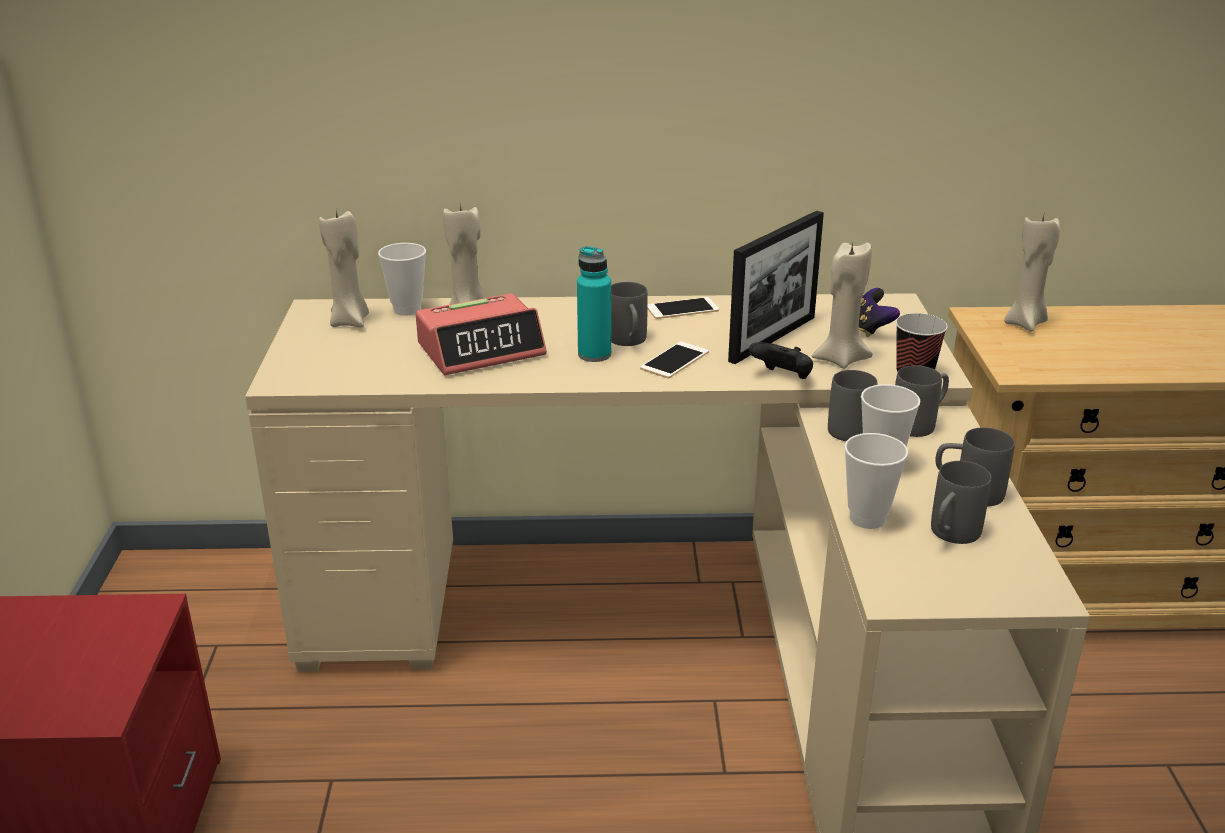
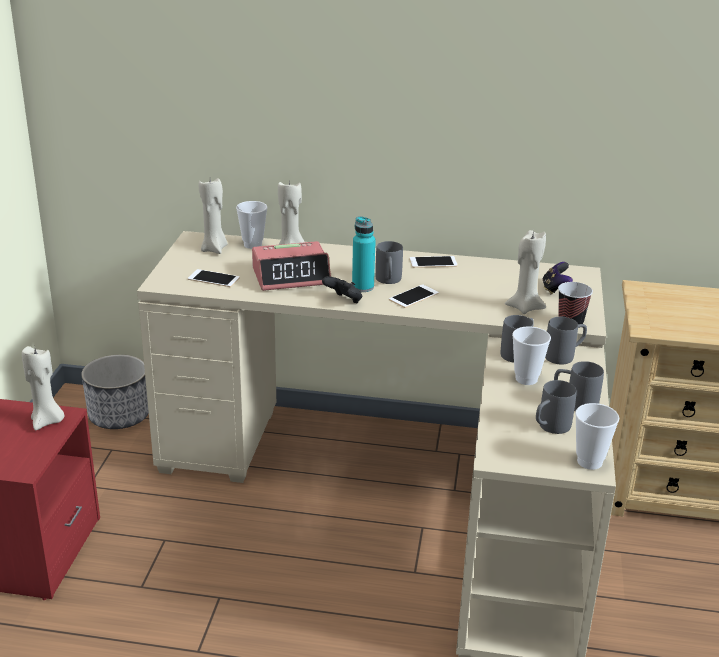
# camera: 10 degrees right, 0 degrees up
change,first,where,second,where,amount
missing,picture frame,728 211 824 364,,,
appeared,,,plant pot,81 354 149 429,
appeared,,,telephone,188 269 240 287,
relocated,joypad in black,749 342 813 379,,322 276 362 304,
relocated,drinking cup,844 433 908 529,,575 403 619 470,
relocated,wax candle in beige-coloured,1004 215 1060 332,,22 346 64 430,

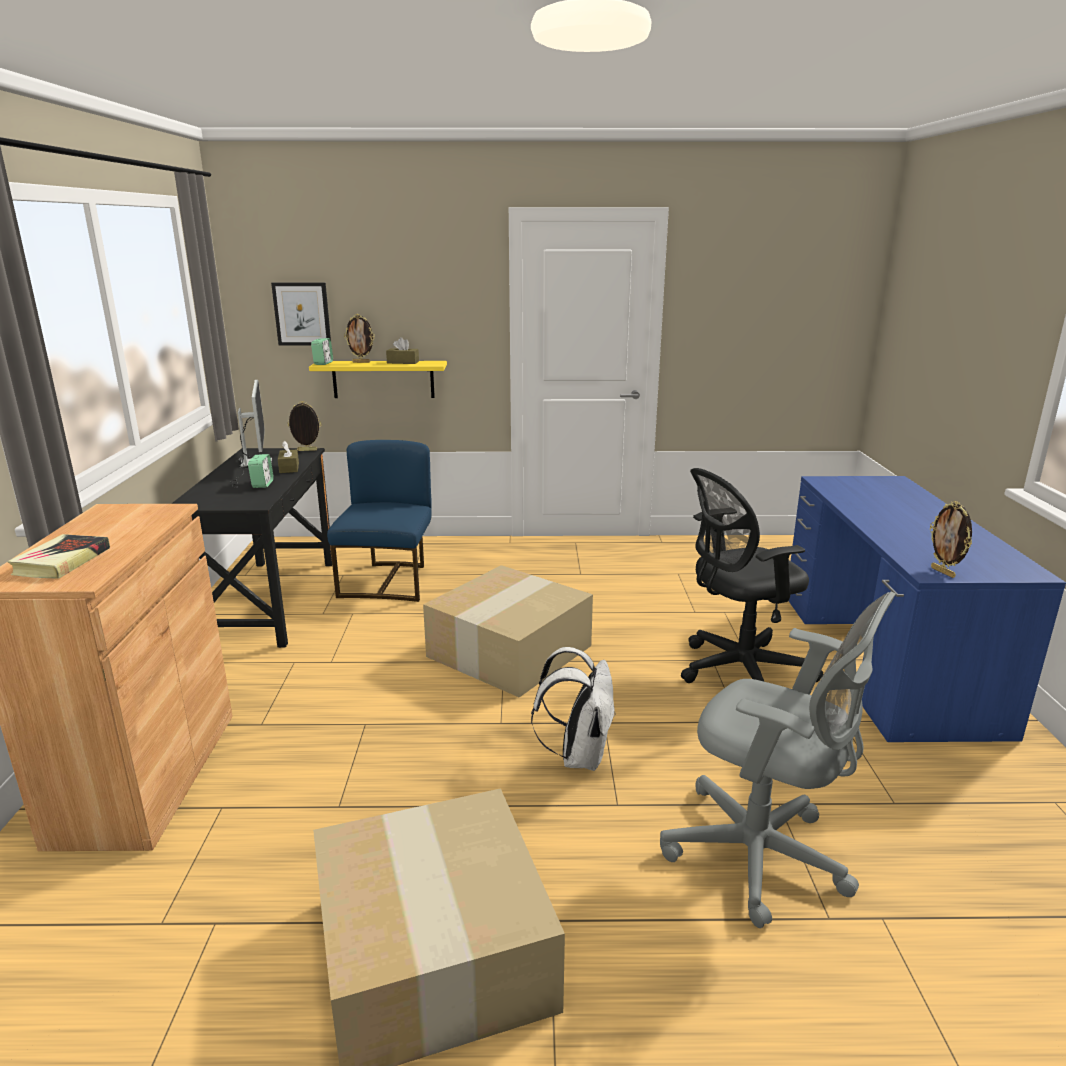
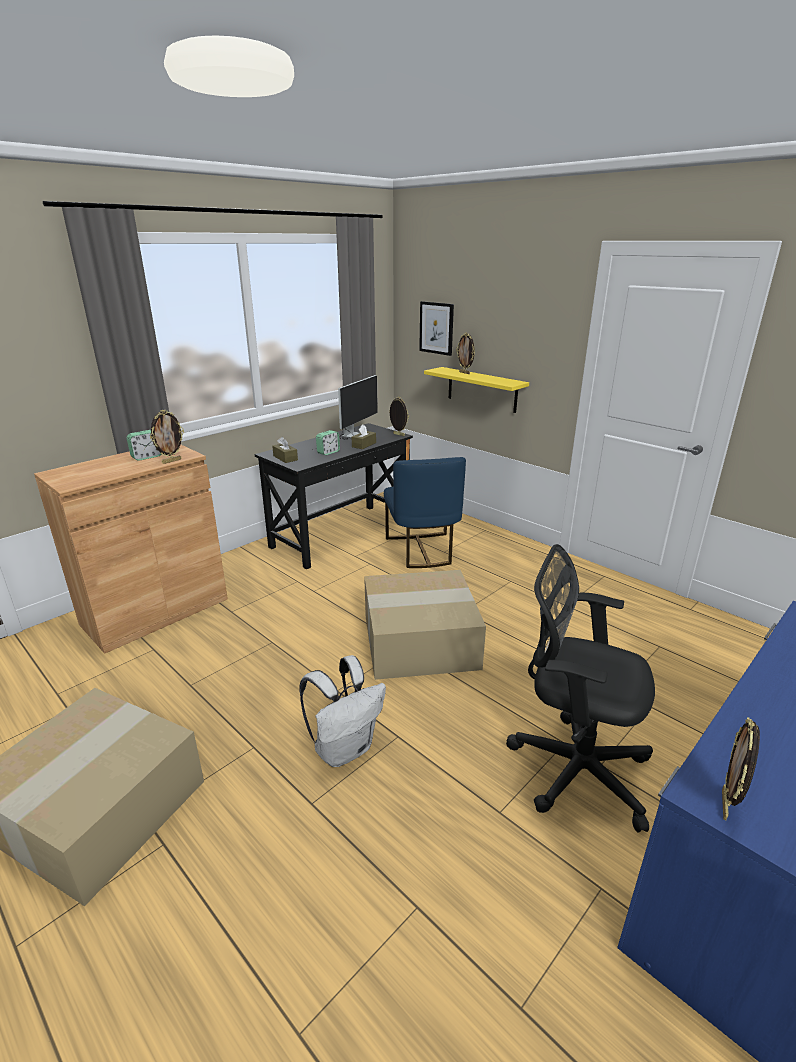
# camera: 45 degrees right, 5 degrees up
change,first,where,second,where,amount
missing,book,7 534 110 579,,,
missing,office chair in grey,660 592 895 928,,,
appeared,,,picture frame,150 410 184 464,
relocated,bedside clock,311 338 333 365,,127 430 161 461,
relocated,tissue box in brown,386 337 419 364,,272 437 298 463,
spun,chair in blue-coloured,327 440 432 602,,384 457 466 568,120 degrees clockwise

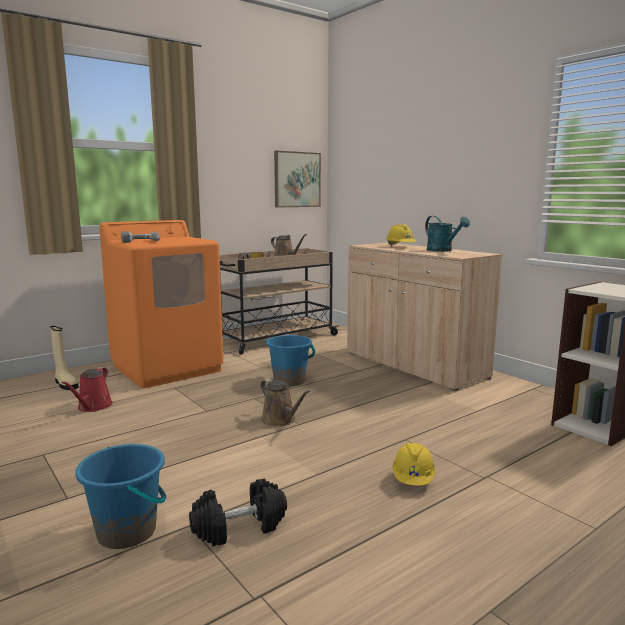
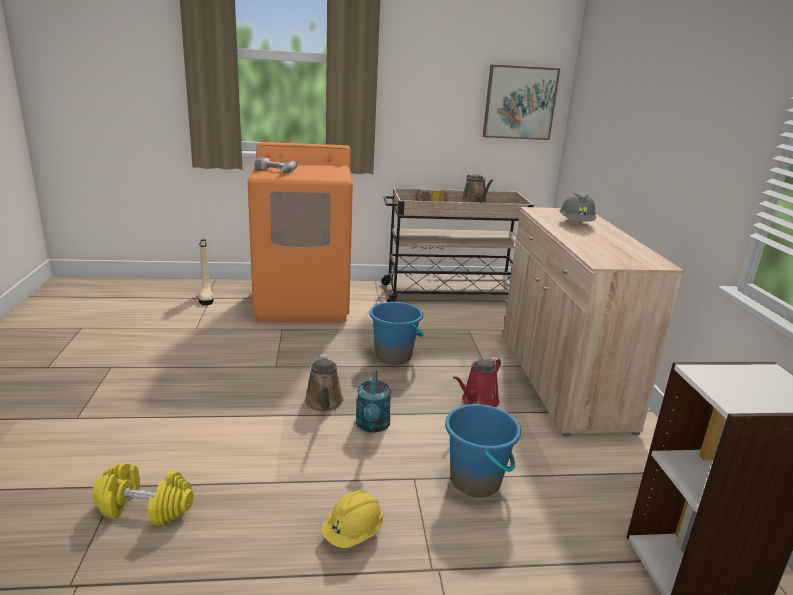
# camera: 30 degrees right, 10 degrees up
change,first,where,second,where,amount
relocated,sprinkling can in reddish,62 367 113 412,,453 357 501 407,
relocated,bucket in blue-coloured,75 444 166 549,,445 403 521 497,
relocated,sprinkling can in blue-green,425 216 470 252,,356 371 391 433,
colour,dumbbell in black,189 479 287 547,dumbbell in yellow,93 463 194 526,
colour,work helmet in yellow,386 224 416 246,work helmet in grey,560 192 596 222,

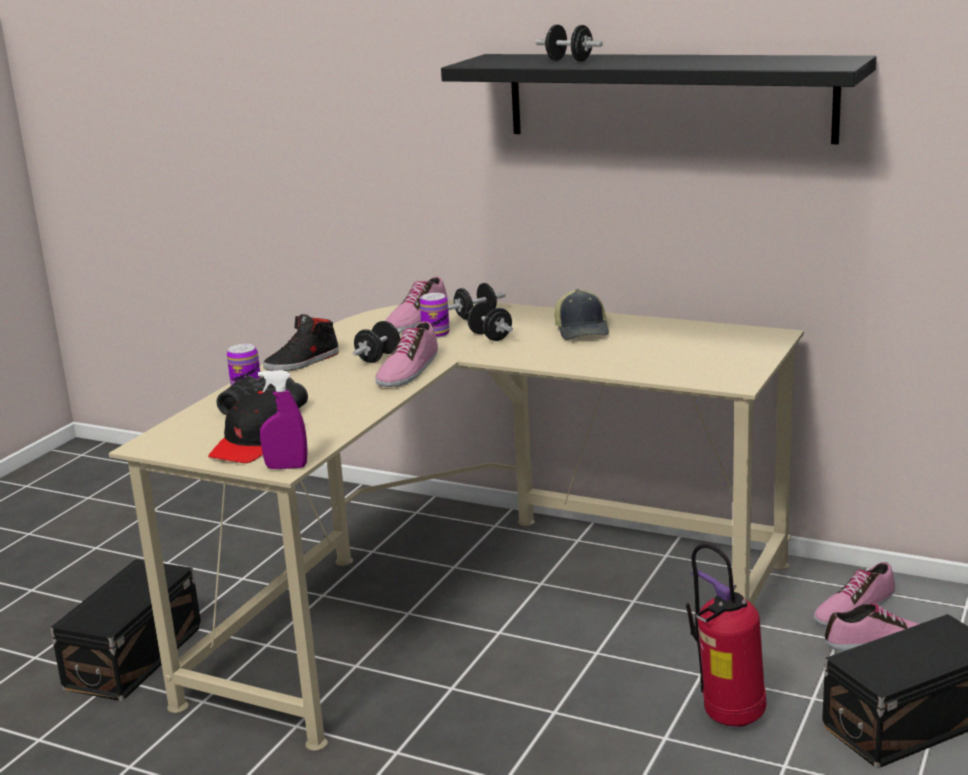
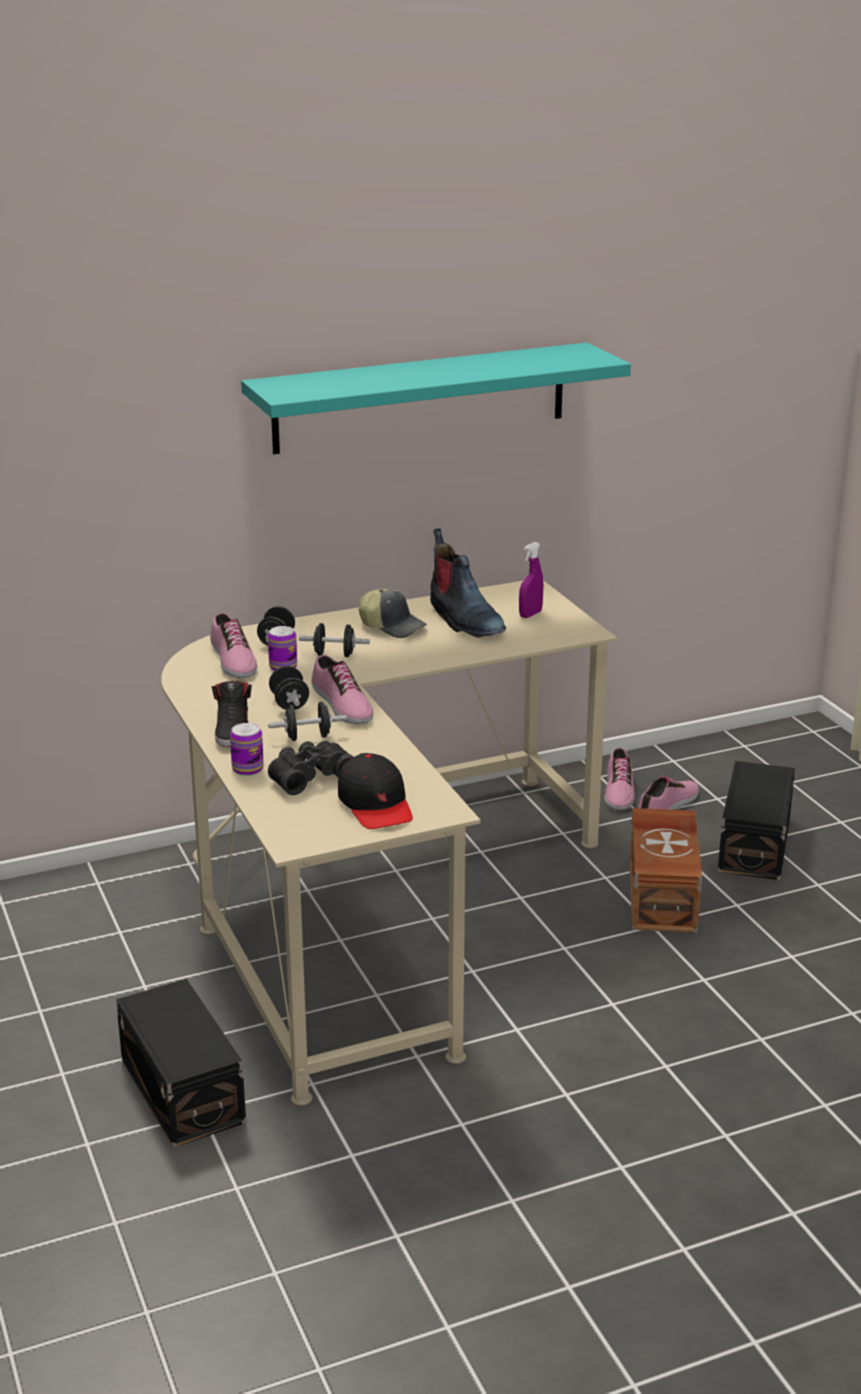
# camera: 50 degrees left, 5 degrees up
change,first,where,second,where,amount
appeared,,,boot,430 528 506 638,
relocated,spray bottle in purplish,258 370 308 469,,519 542 544 618,
relocated,dumbbell in black,535 24 603 62,,268 702 347 741,
exchanged,fire extinguisher,686 544 766 727,storage box in brown,629 808 702 933,
colour,wall shelf in black,441 54 876 144,wall shelf in blue-green,241 343 631 454,

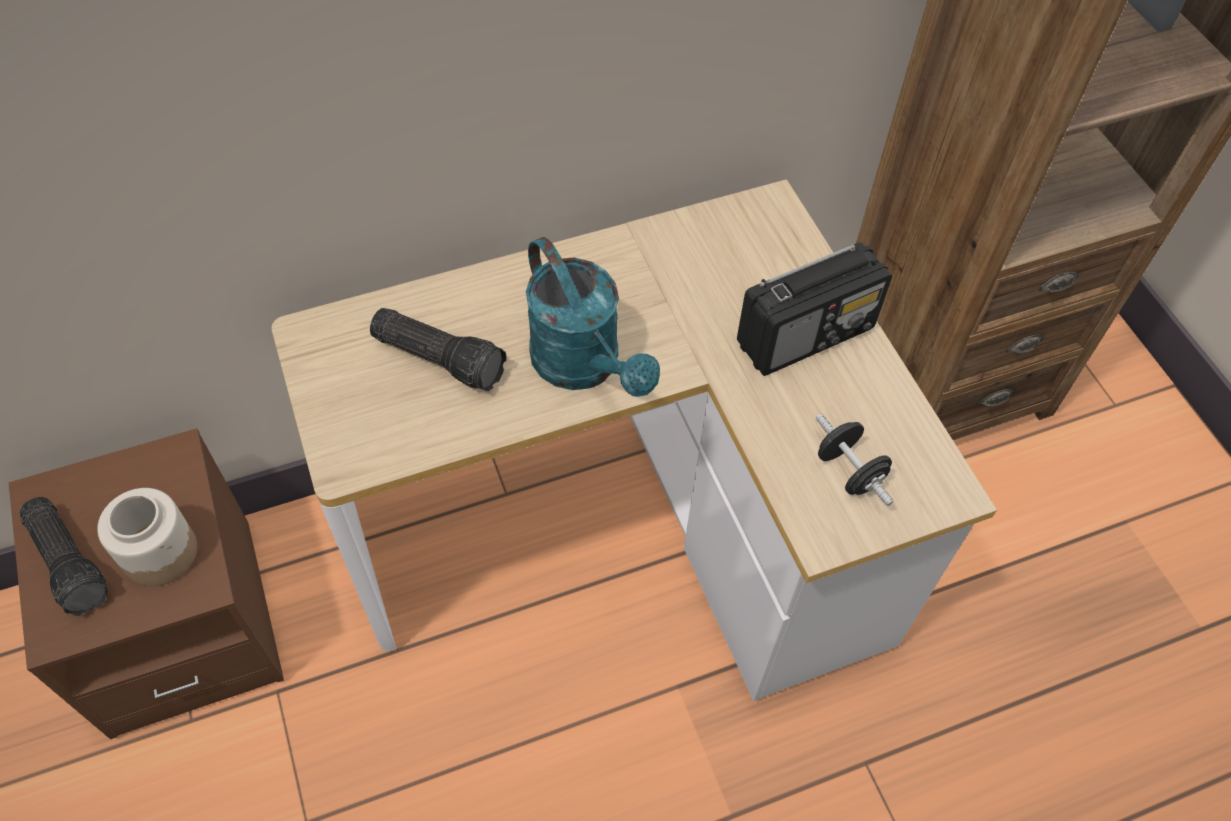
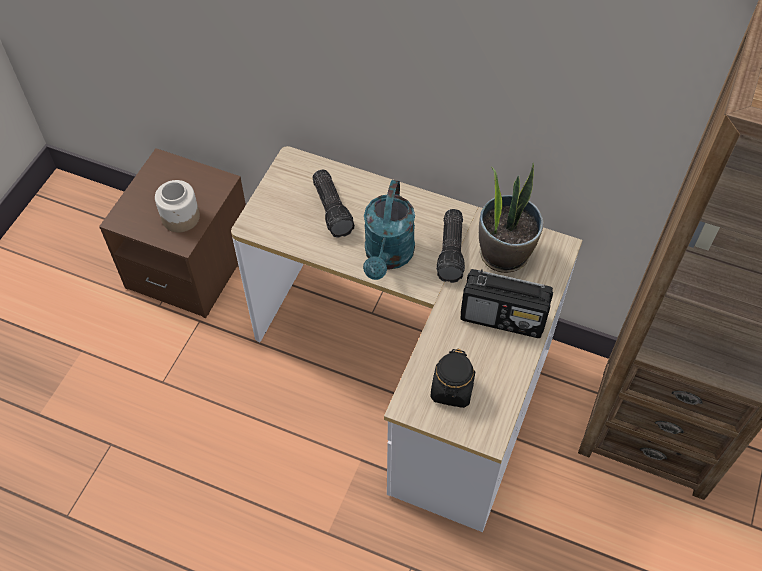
# camera: 45 degrees right, 0 degrees up
change,first,where,second,where,amount
appeared,,,plant in a pot,479 163 543 273,
relocated,torch,19 497 109 616,,436 209 465 283,
exchanged,dumbbell in black,816 414 893 506,storage jar in black,430 349 475 408,

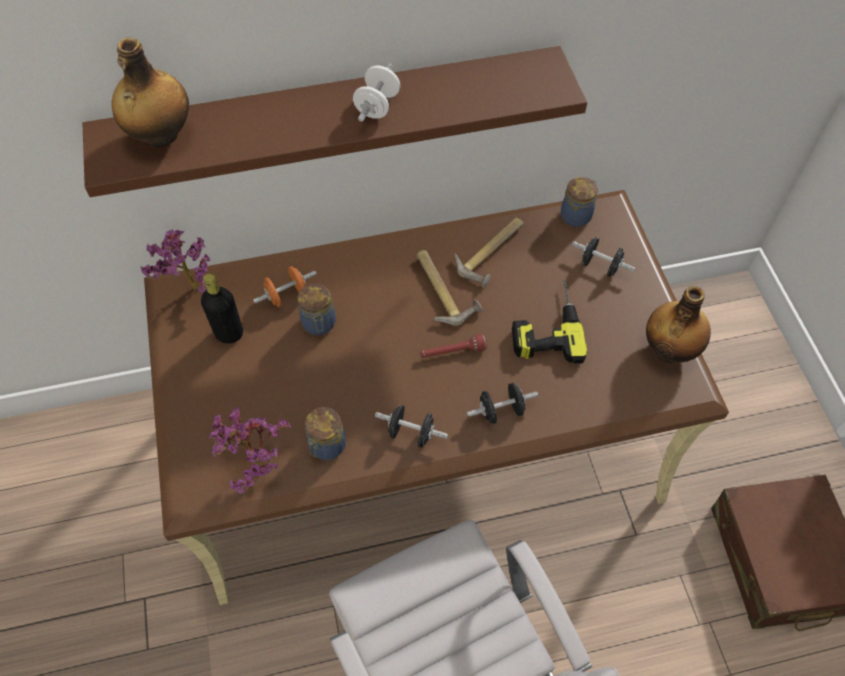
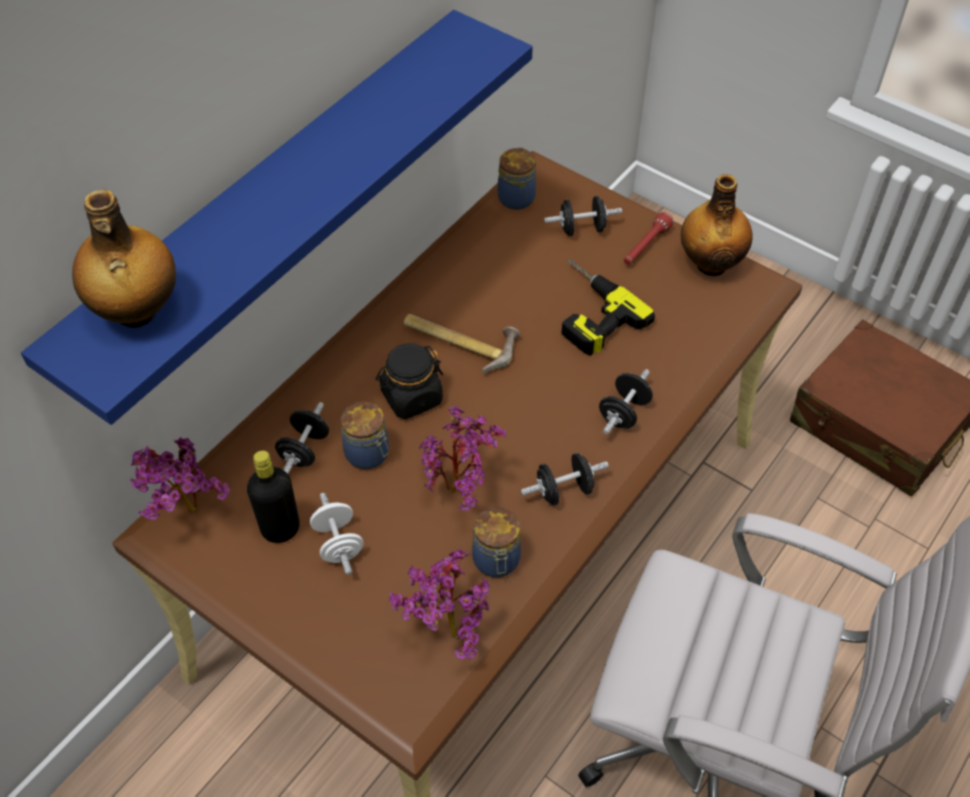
# camera: 40 degrees left, 5 degrees down
change,first,where,second,where,amount
missing,hand hammer,454 218 523 288,,,
appeared,,,storage jar in black,376 343 443 419,
appeared,,,plant in a pot,419 406 506 510,
relocated,dumbbell in whitish,353 64 400 122,,310 493 363 575,
relocated,torch in reddish,420 334 487 358,,624 212 674 265,
colour,wall shelf in brown,82 46 587 197,wall shelf in blue-coloured,21 10 533 425,
colour,dumbbell in orange,253 266 317 307,dumbbell in black,275 402 329 474,

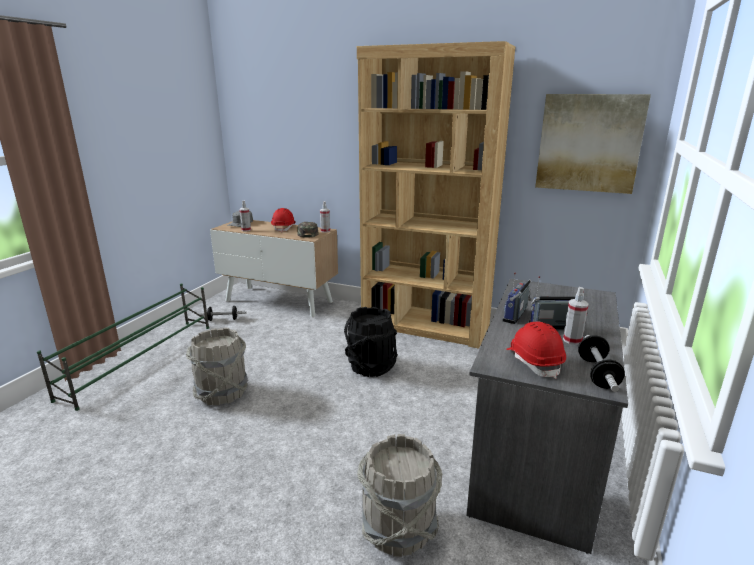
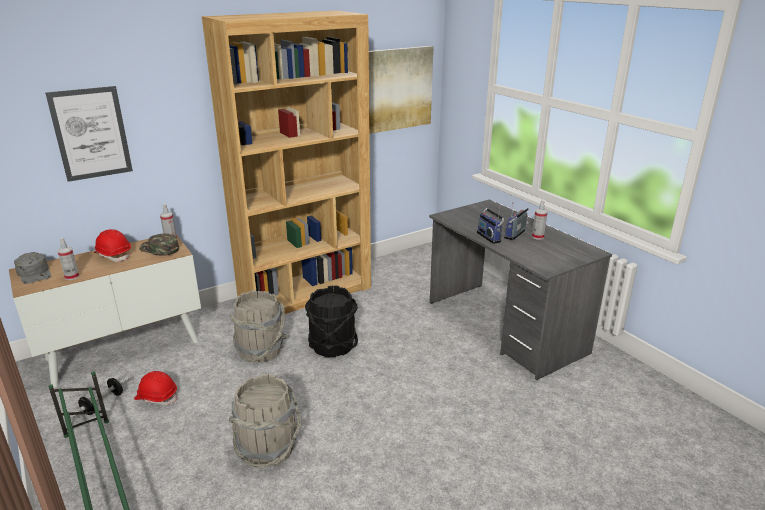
# camera: 55 degrees left, 5 degrees up
change,first,where,second,where,amount
missing,dumbbell,578 335 625 392,,,
appeared,,,picture,45 86 133 182,
relocated,bucket in grey,357 434 442 557,,229 290 287 363,
relocated,work helmet in reddish,506 321 566 379,,134 371 177 405,

